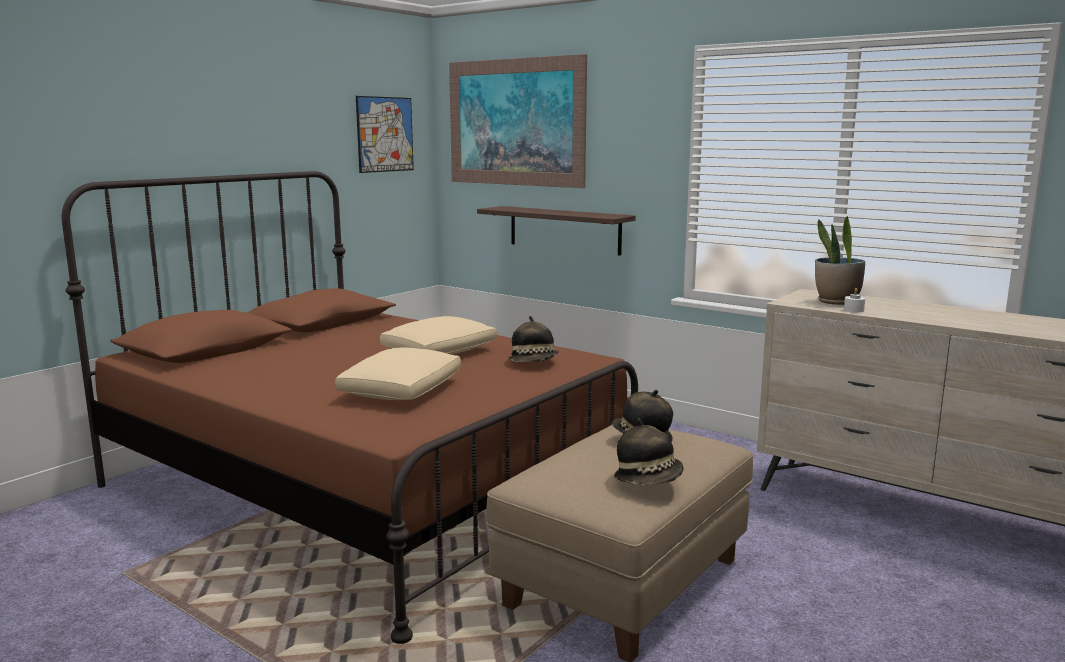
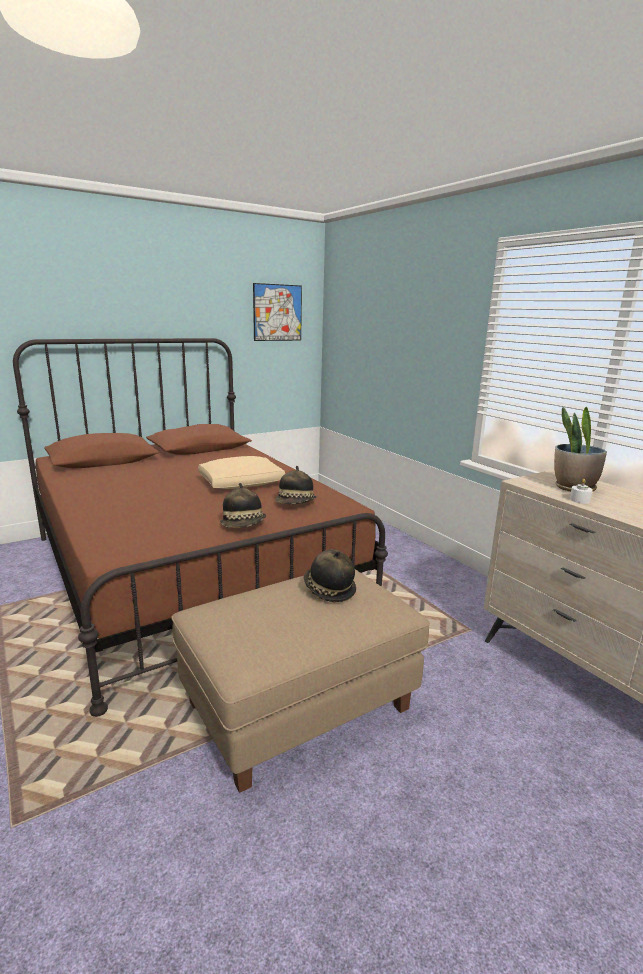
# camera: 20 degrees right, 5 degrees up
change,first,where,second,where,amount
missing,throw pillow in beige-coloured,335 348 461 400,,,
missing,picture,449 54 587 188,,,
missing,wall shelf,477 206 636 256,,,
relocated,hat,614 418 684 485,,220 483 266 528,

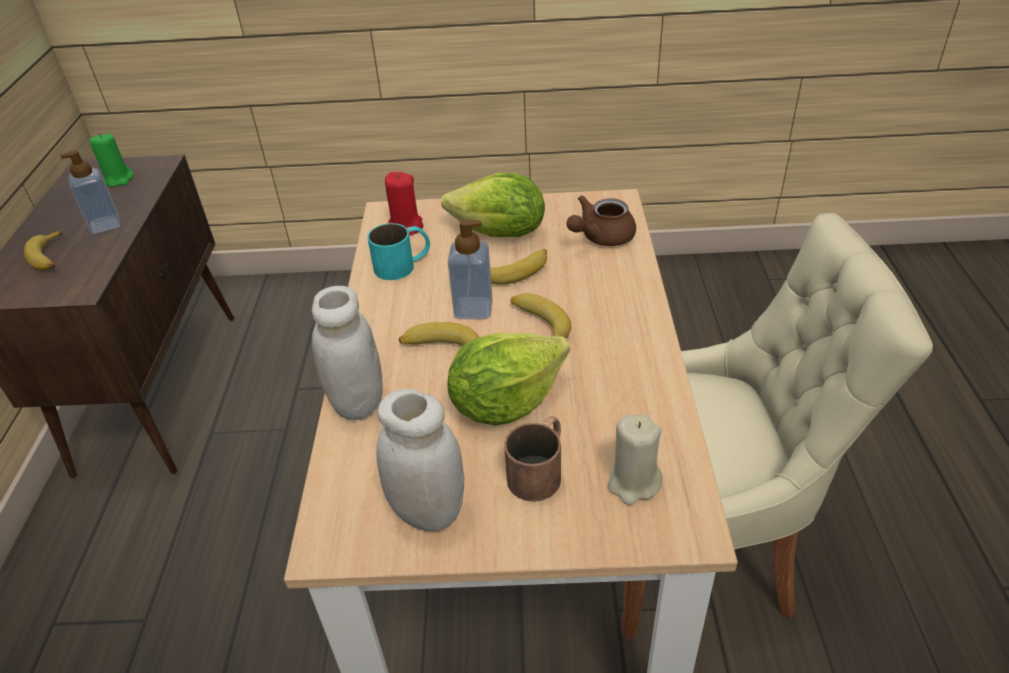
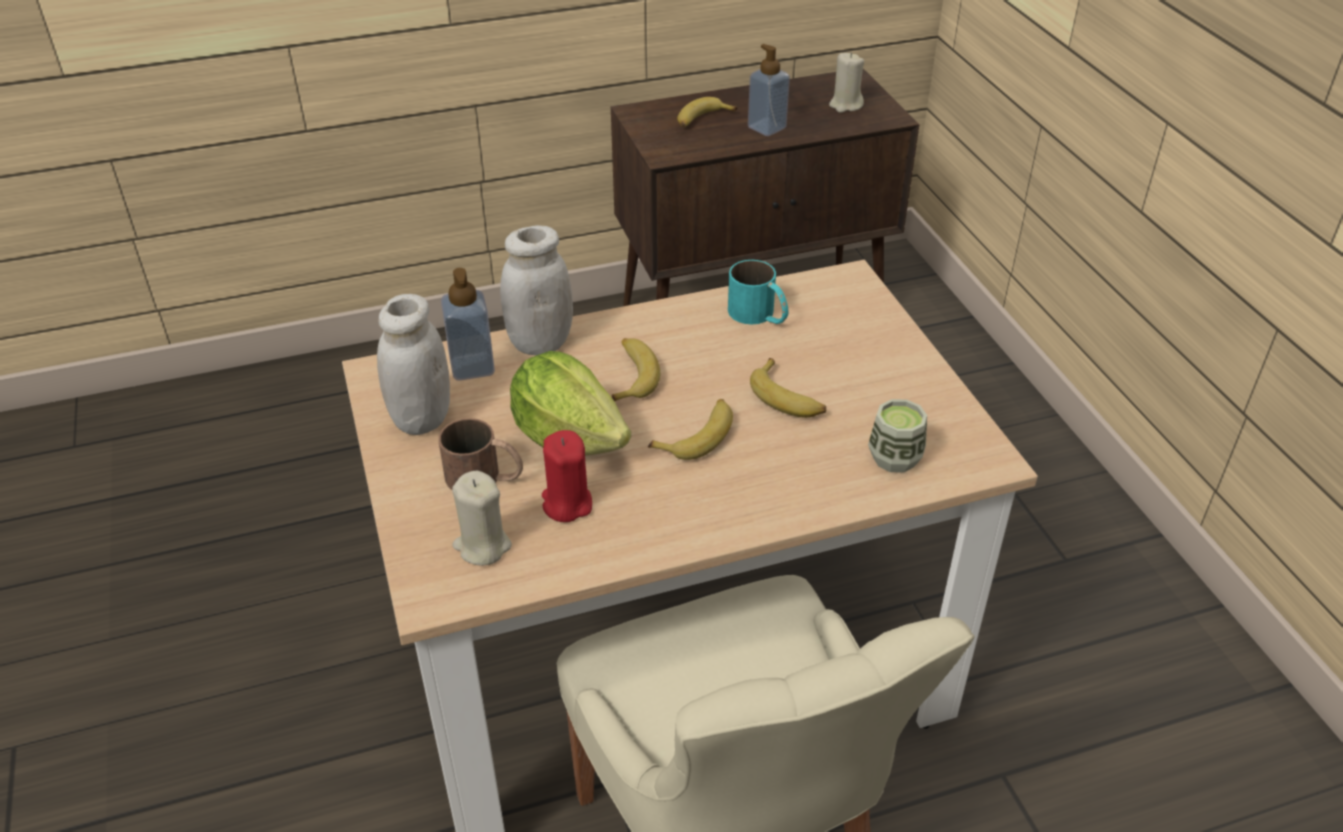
# camera: 70 degrees right, 0 degrees up
change,first,where,second,where,amount
missing,head of lettuce,441 173 545 237,,,
relocated,wax candle in reddish,385 172 423 235,,542 430 592 522,
relocated,soap bottle,448 219 493 319,,441 268 495 381,
exchanged,pot for tea in brown,566 195 636 246,drinking cup,868 399 927 472,
colour,wax candle in green-coloured,89 133 133 187,wax candle in beige-coloured,829 52 864 113,

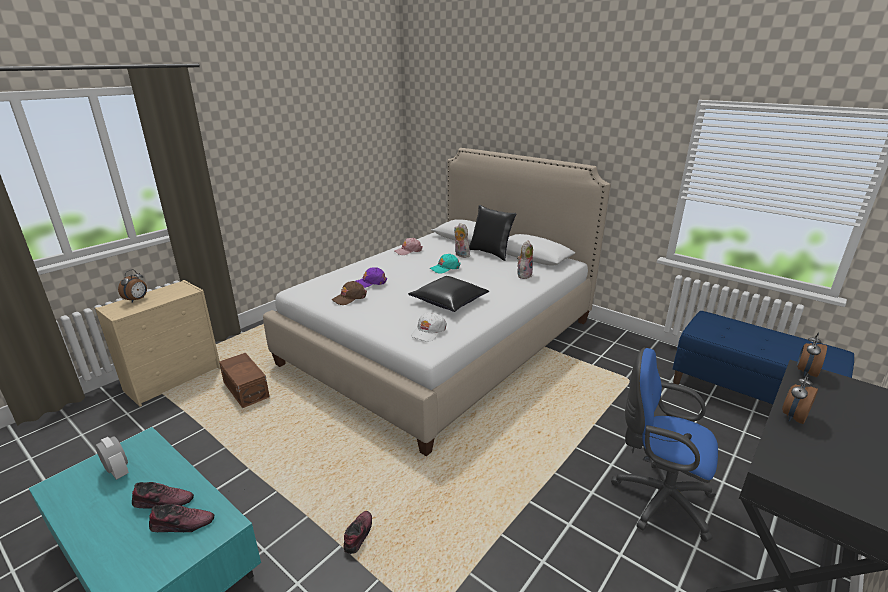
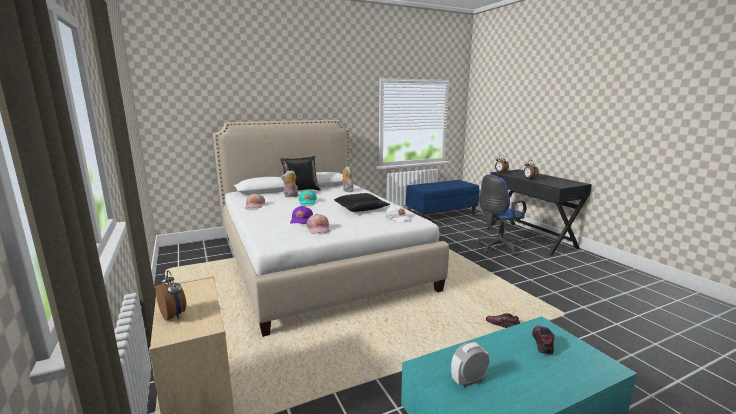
# camera: 65 degrees left, 10 degrees down
change,first,where,second,where,amount
missing,shoe,132 482 194 509,,,
missing,storage box in brown,219 353 270 408,,,
colour,peaked cap in brown,332 281 367 305,peaked cap in pinkish,306 214 330 234,

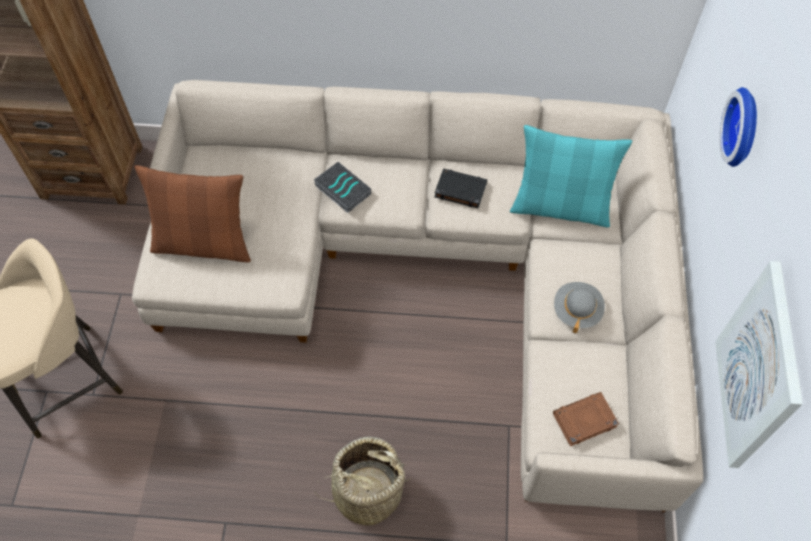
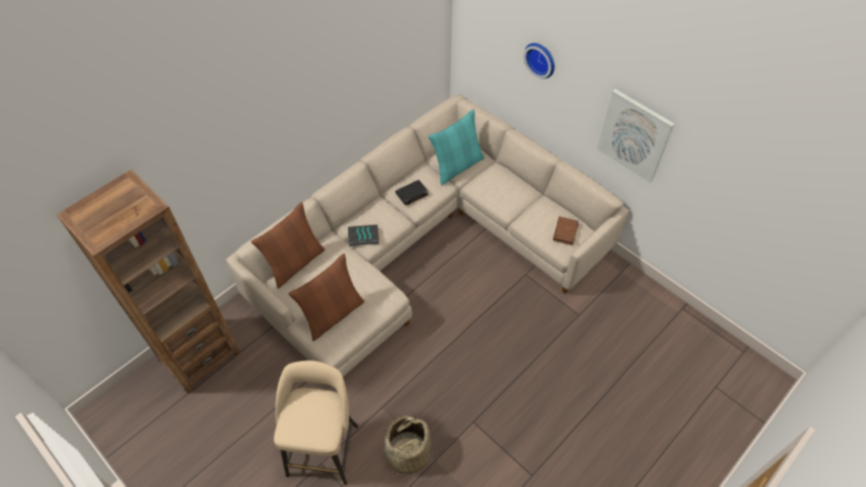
# camera: 50 degrees left, 5 degrees down
change,first,where,second,where,amount
missing,hat in grey,554 282 605 333,,,
appeared,,,throw pillow in brown,251 202 325 289,
relocated,household basket,314 437 409 526,,384 416 431 477,

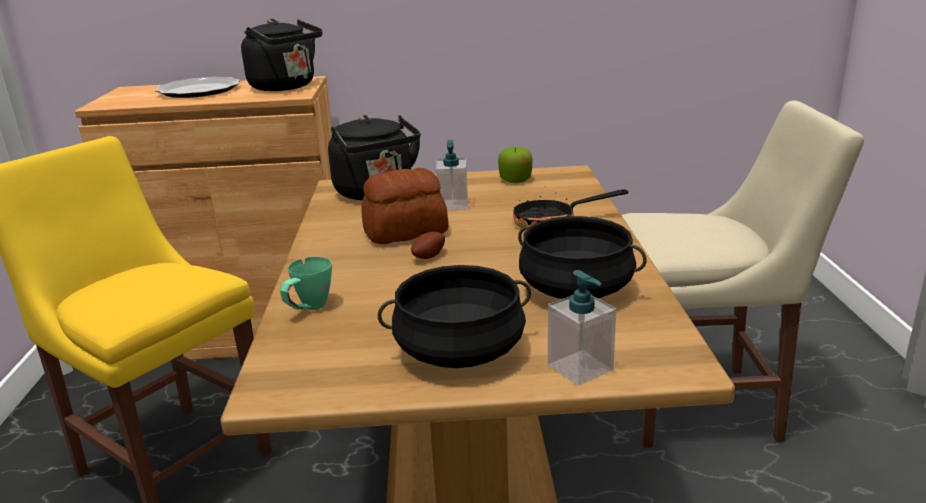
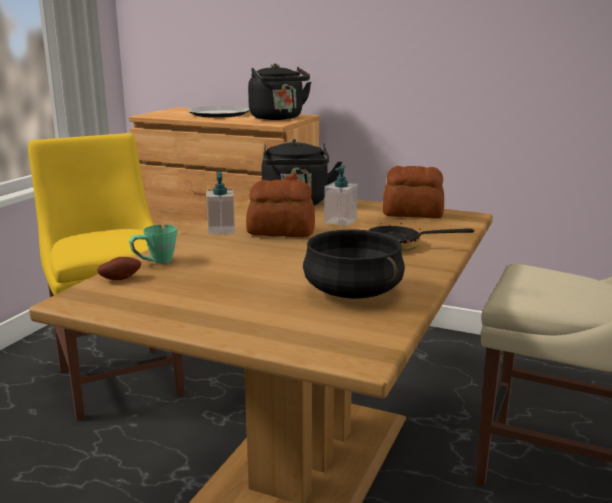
# camera: 25 degrees right, 5 degrees down
change,first,where,second,where,amount
missing,stockpot in black,378 265 531 368,,,
relocated,potato,411 232 445 259,,97 257 141 280,
relocated,soap bottle,548 270 616 385,,206 172 235 235,
exchanged,apple fruit,498 147 533 183,bread,383 166 444 218,

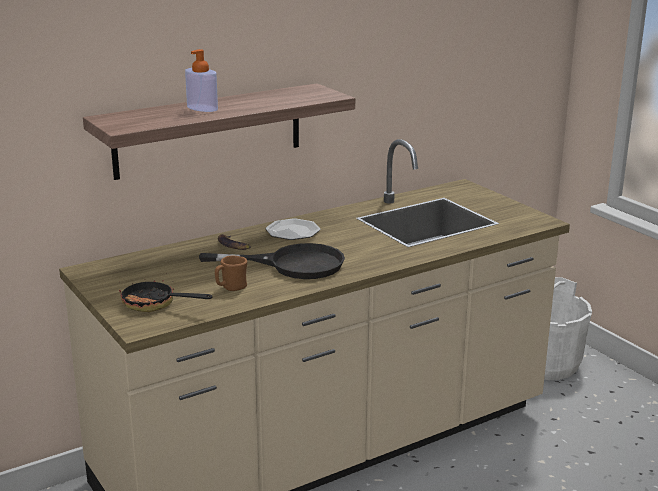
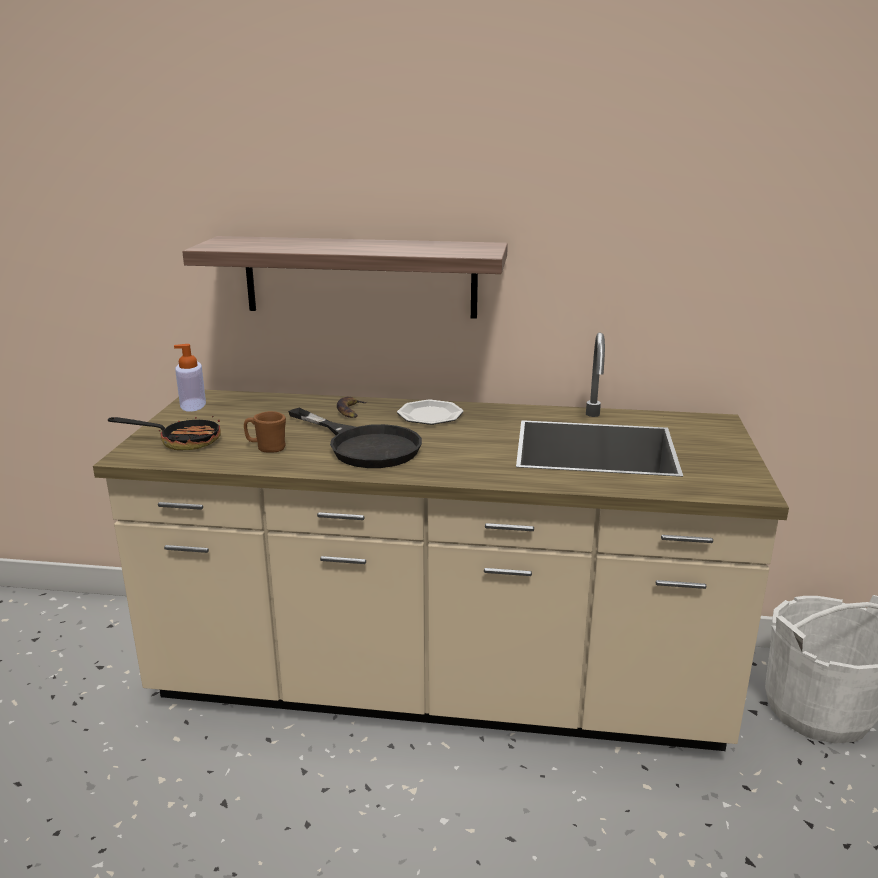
# camera: 40 degrees right, 0 degrees up
change,first,where,second,where,amount
relocated,soap bottle,185 49 218 112,,174 344 206 412,
spun,frying pan,119 273 212 312,,108 413 221 450,120 degrees clockwise

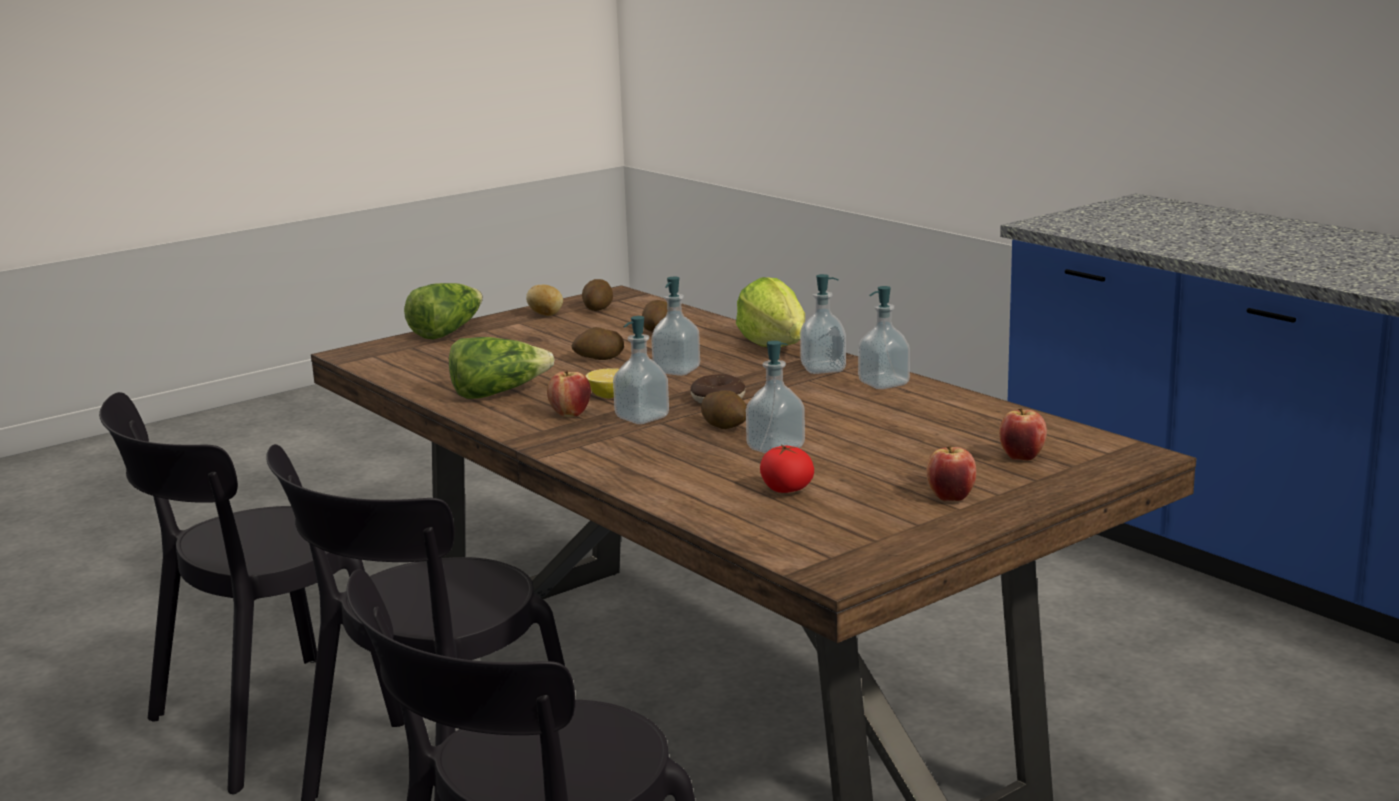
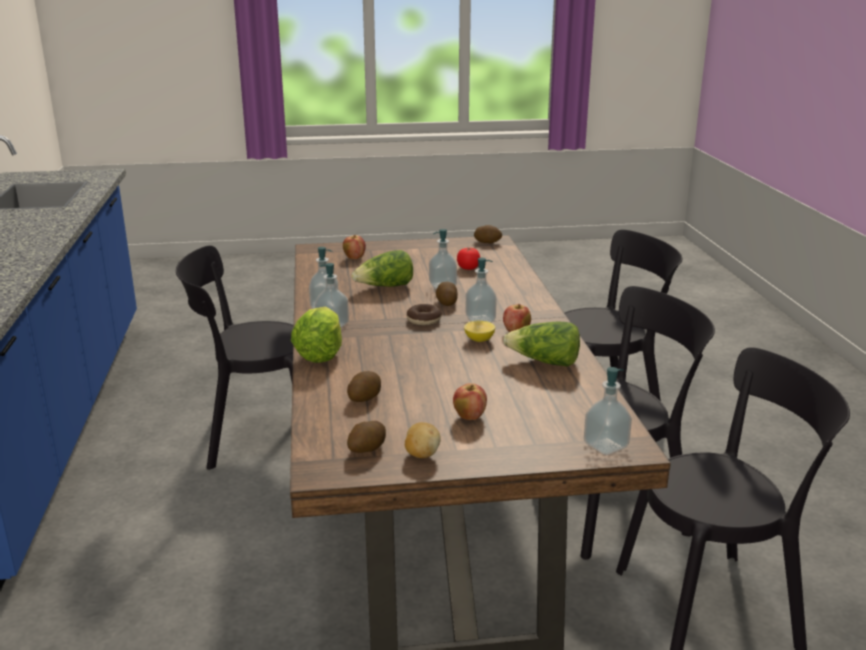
# camera: 150 degrees left, 5 degrees up
change,first,where,second,where,amount
appeared,,,chair in black,176 245 294 470,
relocated,head of lettuce,404 283 483 339,,352 250 413 287,
relocated,potato,571 327 624 360,,474 225 502 243,
relocated,soap bottle,651 277 700 376,,584 367 632 455,
relocated,apple fruit,926 446 976 501,,453 383 487 420,

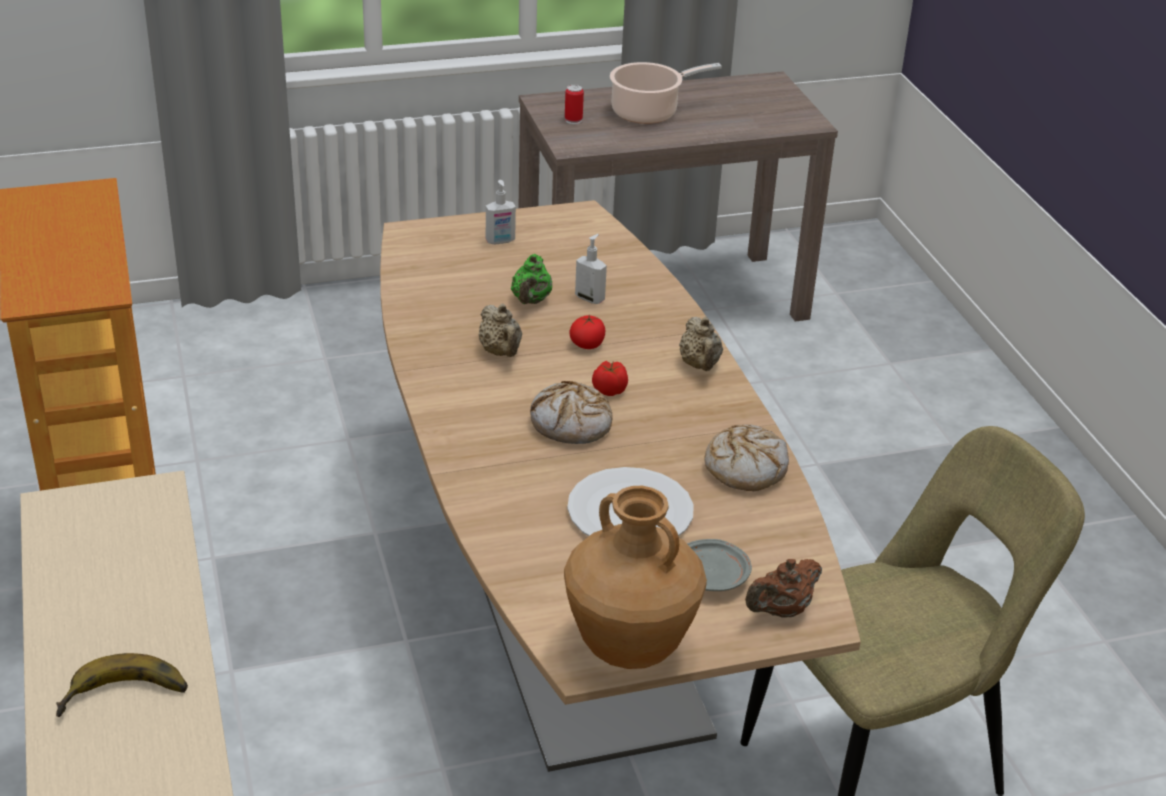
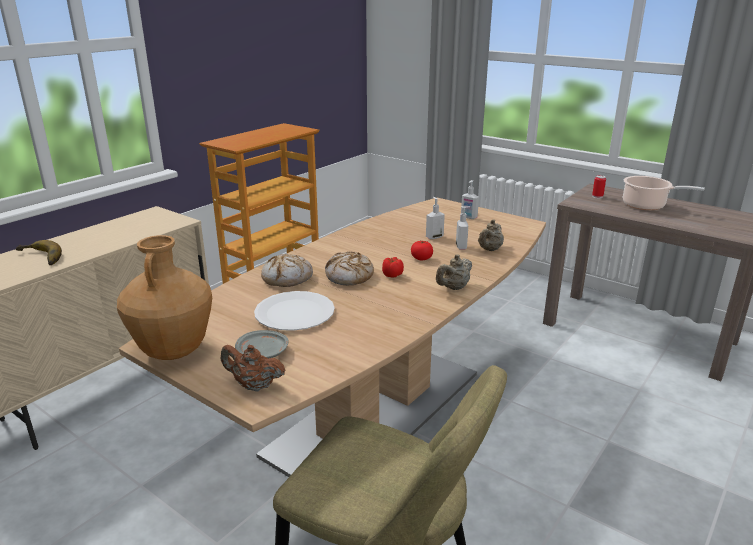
# camera: 55 degrees right, 10 degrees down
change,first,where,second,where,amount
relocated,pot for tea in beige-coloured,478 304 522 357,,478 220 504 251,
relocated,bread,704 424 789 491,,261 254 313 287,
exchanged,pot for tea in green-coloured,511 254 552 304,soap bottle,426 197 445 239,

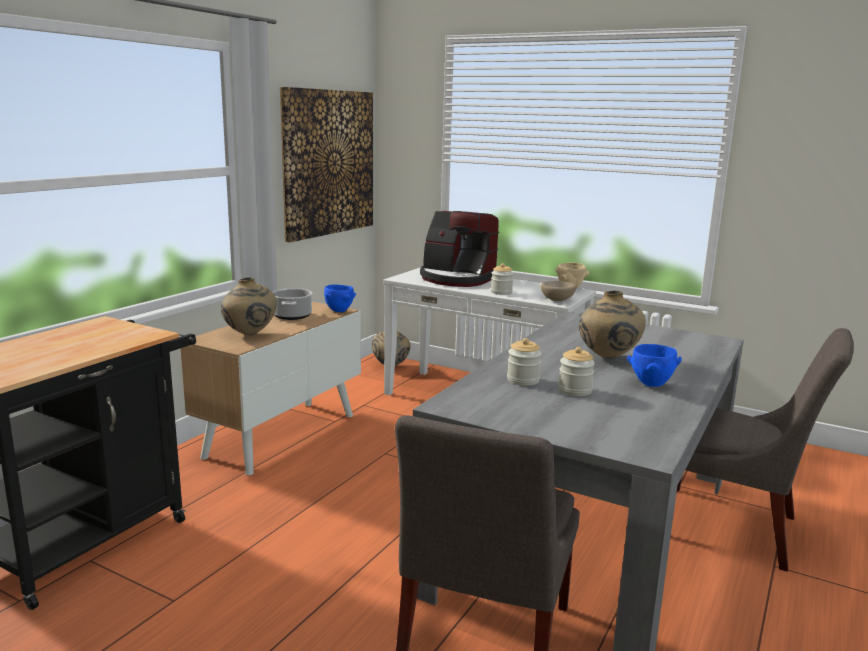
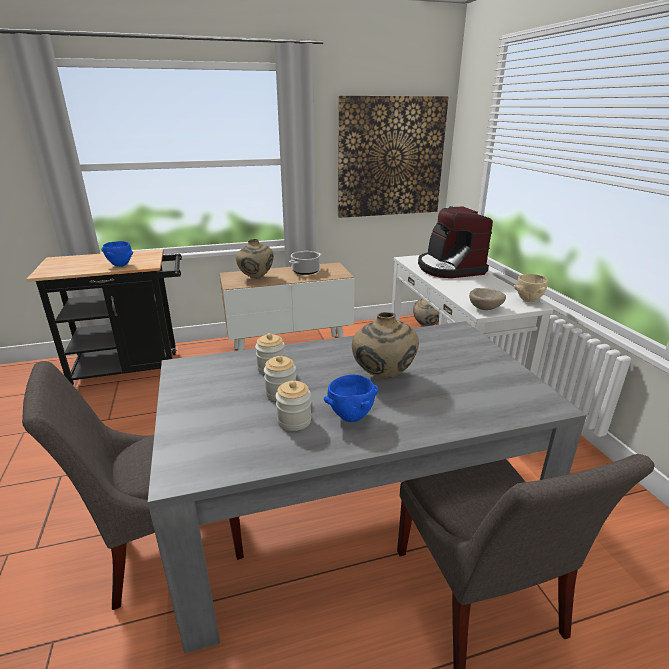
# camera: 45 degrees right, 10 degrees up
change,first,where,second,where,amount
relocated,serving bowl in blue-coloured,324 285 356 312,,101 241 133 267,
relocated,storage jar,491 263 514 295,,275 381 312 431,

